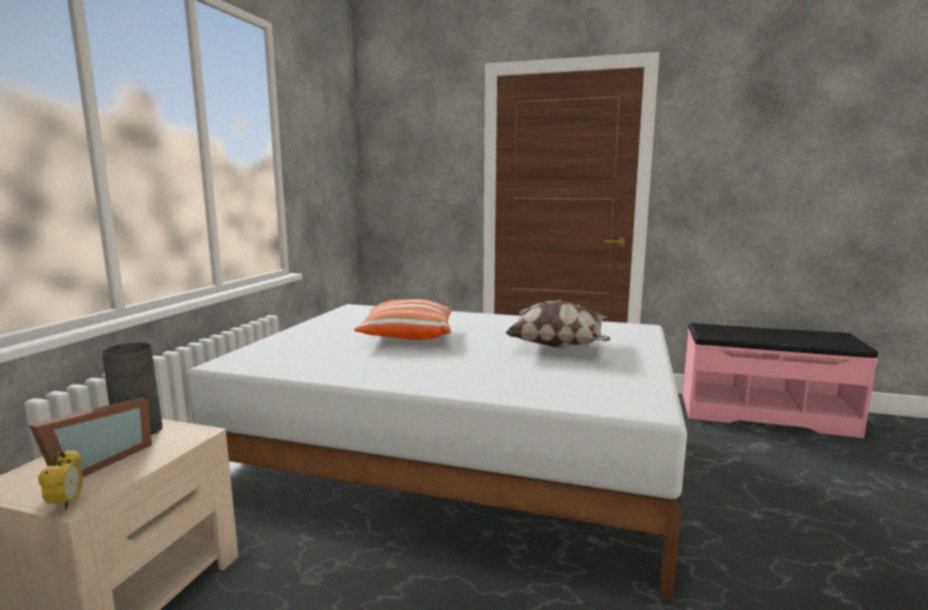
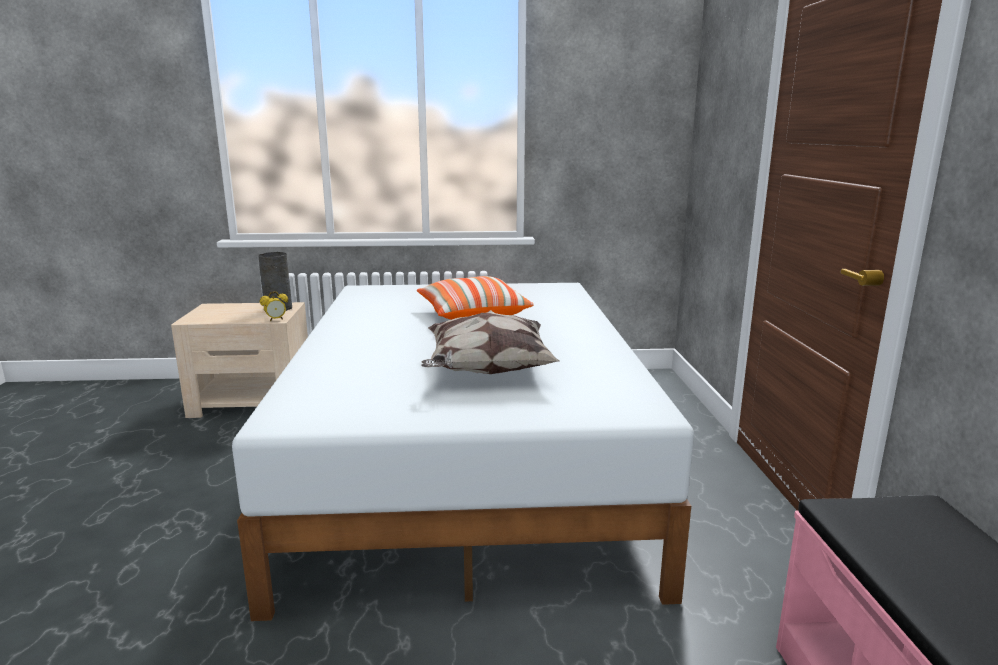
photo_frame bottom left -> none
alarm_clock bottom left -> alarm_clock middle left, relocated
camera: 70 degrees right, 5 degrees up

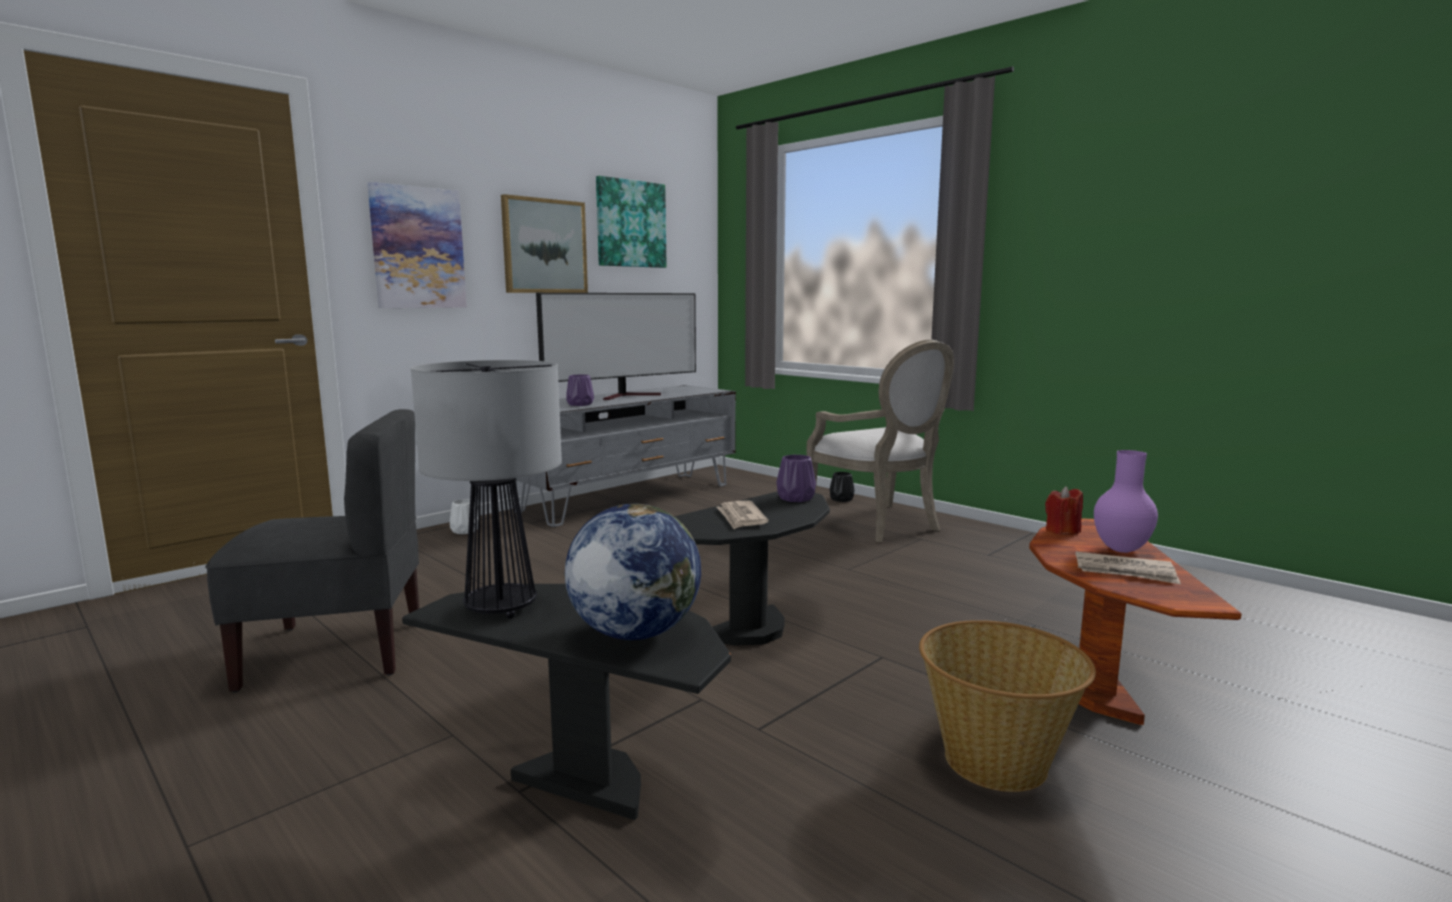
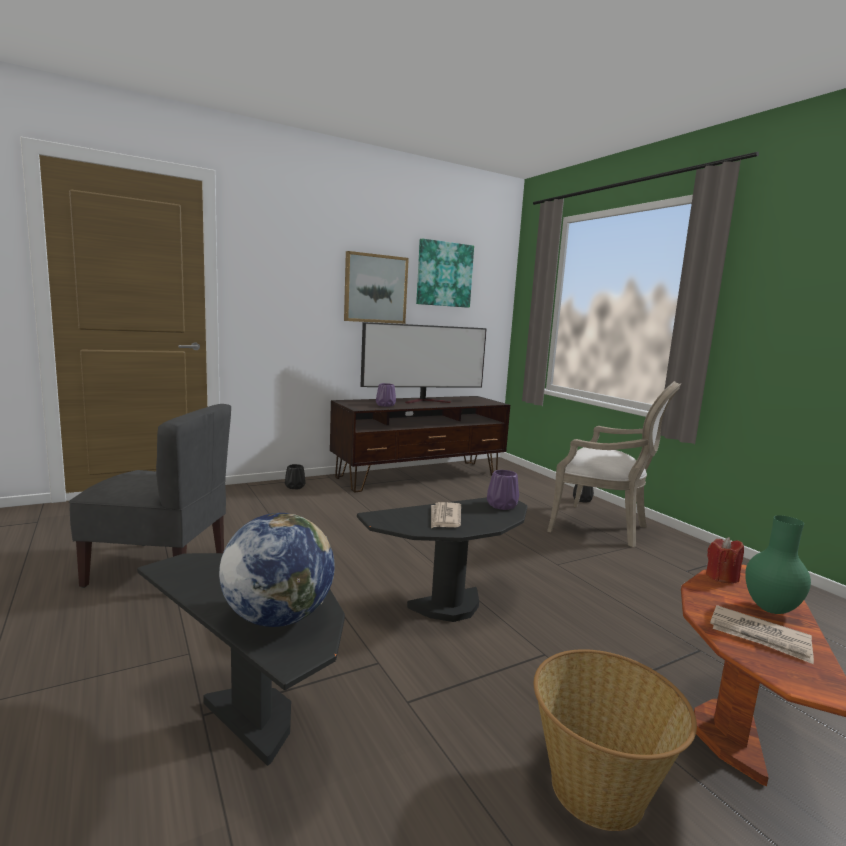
wall_art (no. 1 from left) top left -> none
table_lamp centre -> none
white_decorative_vase middle left -> black_decorative_vase (no. 1 from left) centre
greyish_tv_unit centre -> brown_tv_unit centre
easy_chair centre -> easy_chair middle right, 45 degrees counterclockwise
purplish_decorative_vase (no. 3 from left) middle right -> green_decorative_vase bottom right
camera: 15 degrees right, 0 degrees up

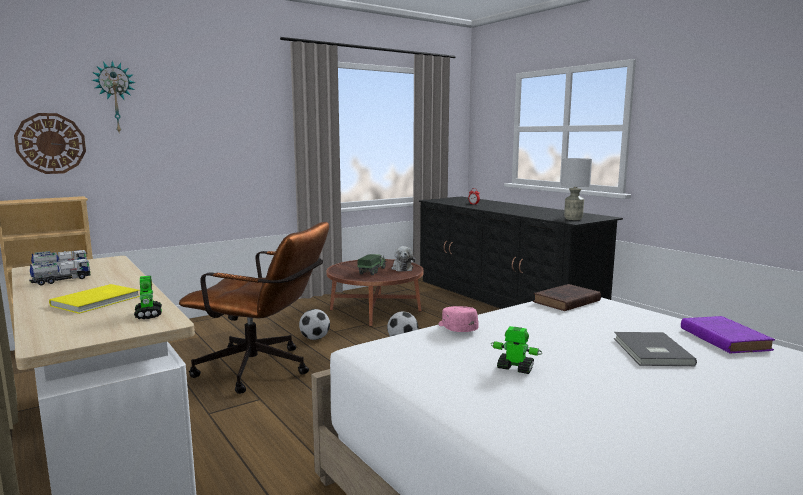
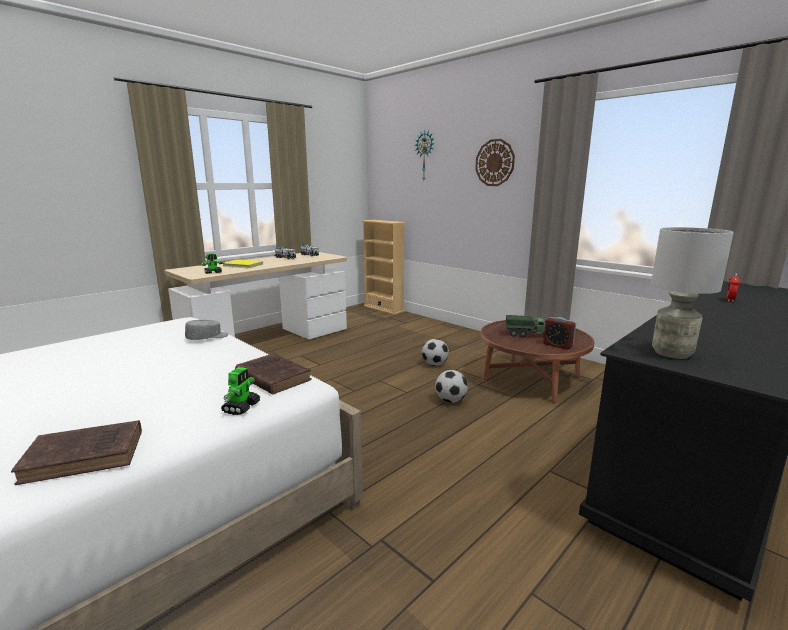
clock_on_the_wall (no. 1 from left in the first image) top left -> clock_on_the_wall (no. 2 from left) top centre, relocated
brown_computer_chair middle left -> none
plush_toy centre -> alarm_clock (no. 1 from left) middle right
pink_baseball_cap centre -> greyish_baseball_cap middle left
robot_figure (no. 2 from left) bottom centre -> robot_figure (no. 2 from left) middle left, relocated
greyish_bound_book bottom right -> none
purplish_bound_book bottom right -> brown_bound_book (no. 1 from left) bottom left
camera: 80 degrees right, 5 degrees up

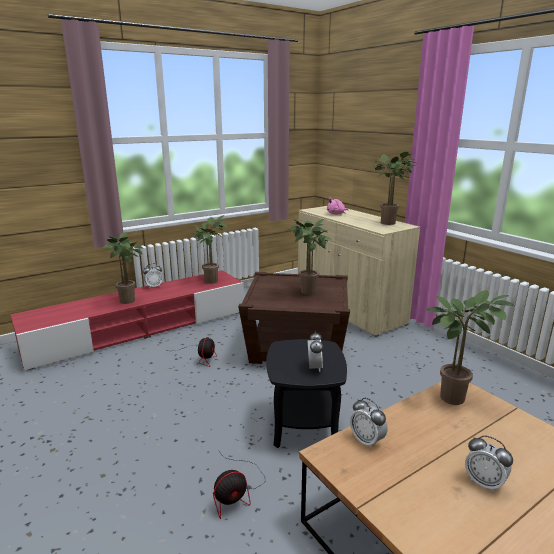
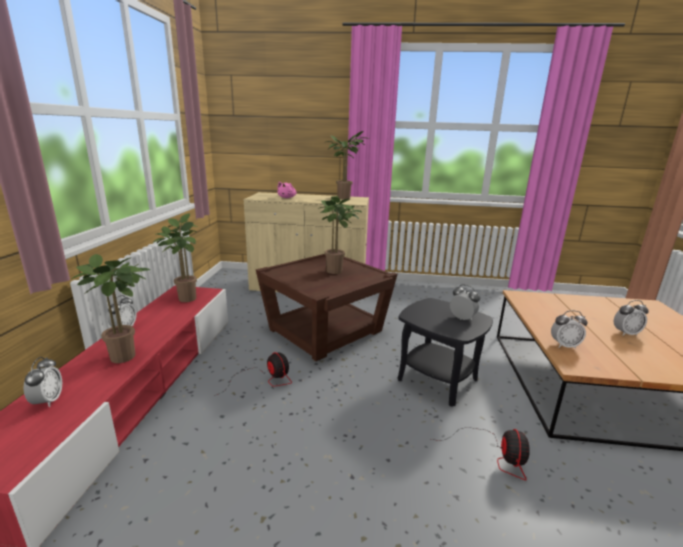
potted_plant (no. 5 from left) middle right -> none
none -> alarm_clock (no. 1 from left) bottom left
camera: 50 degrees left, 0 degrees up

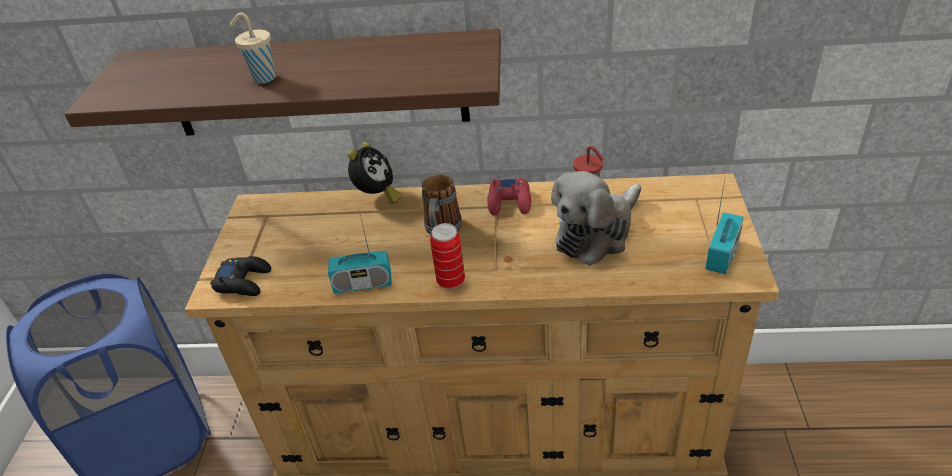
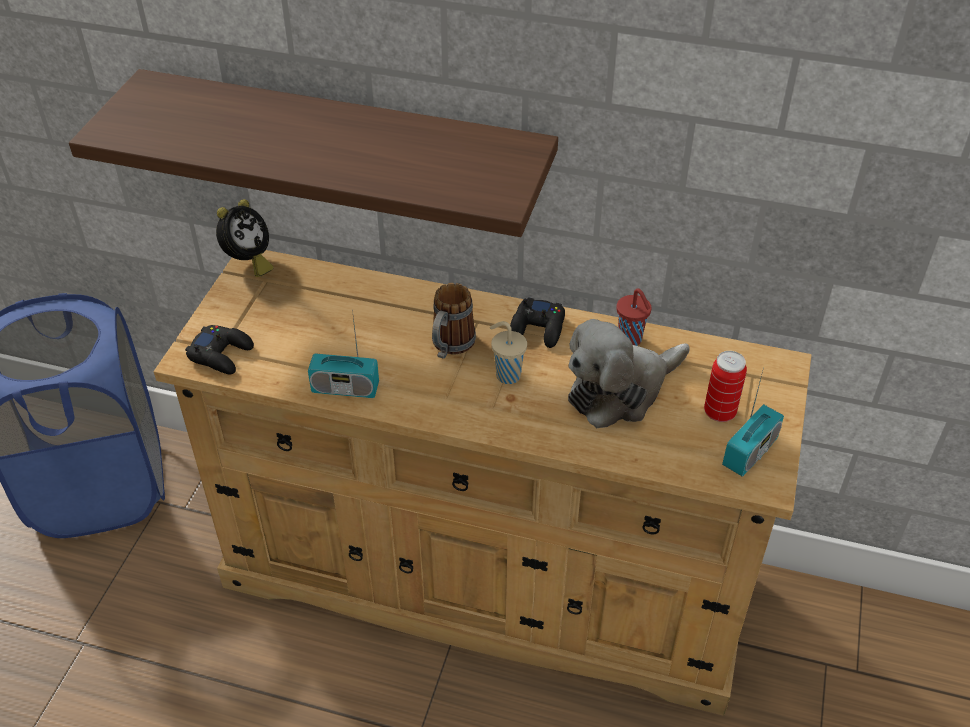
beige-coloured_cup top left -> beige-coloured_cup centre, relocated
alarm_clock centre -> alarm_clock top left, relocated
sealed_can centre -> sealed_can middle right, relocated
red-coloured_joypad centre -> black_joypad (no. 2 from left) centre
camera: 10 degrees right, 5 degrees up

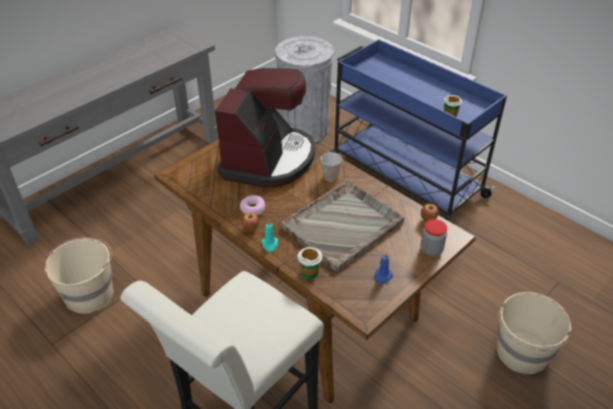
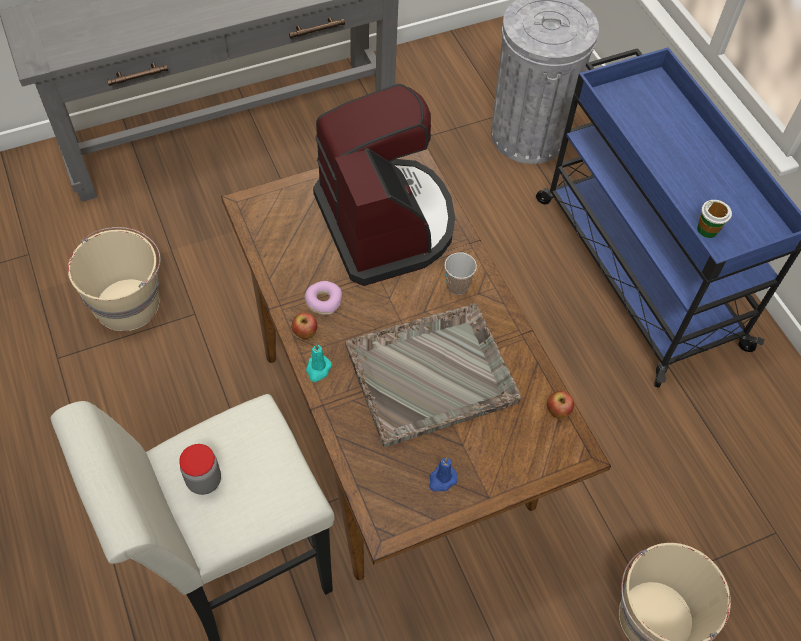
coffee_brewer top centre, 60 degrees counterclockwise
cup (no. 1 from left) centre -> none
jar middle right -> jar bottom left, relocated
camera: 20 degrees right, 15 degrees up

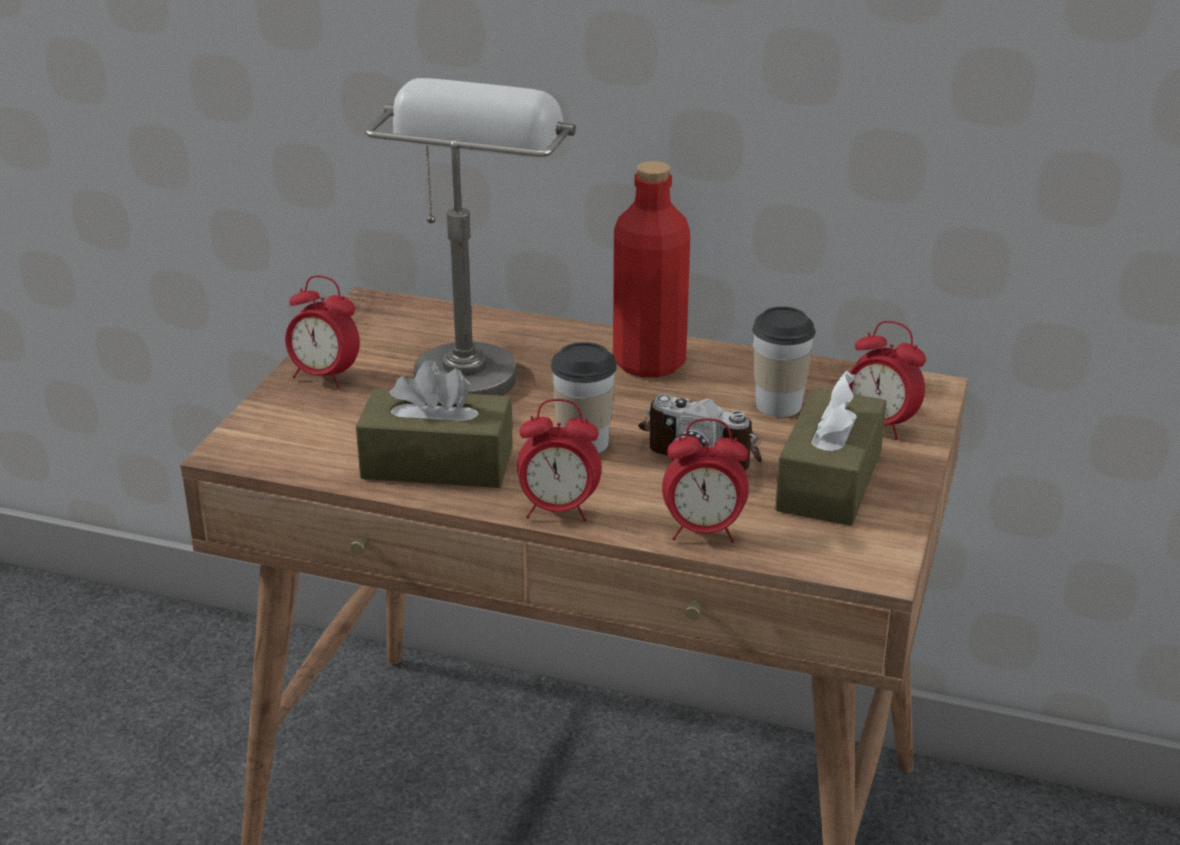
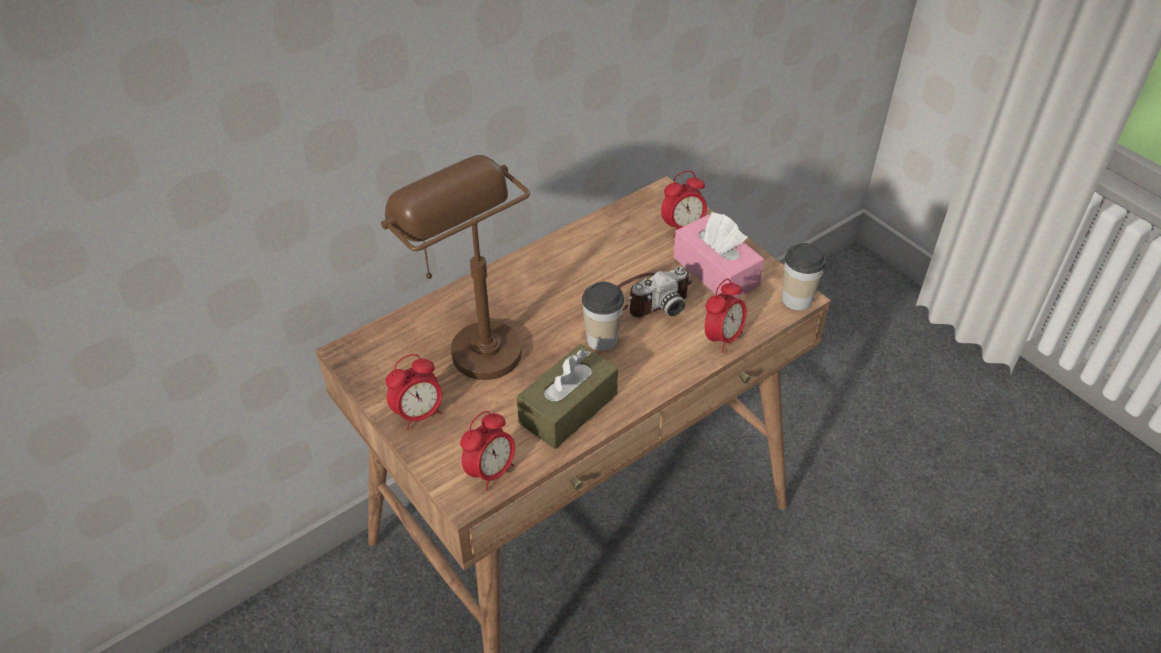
greyish_table_lamp top centre -> brown_table_lamp centre
alarm_clock (no. 2 from left) centre -> alarm_clock (no. 2 from left) bottom centre, relocated
red-coloured_drink_bottle top centre -> none
cup (no. 2 from left) centre -> cup (no. 2 from left) middle right, relocated
brown_box_of_tissues (no. 2 from left) middle right -> pink_box_of_tissues centre
camera: 55 degrees left, 15 degrees up

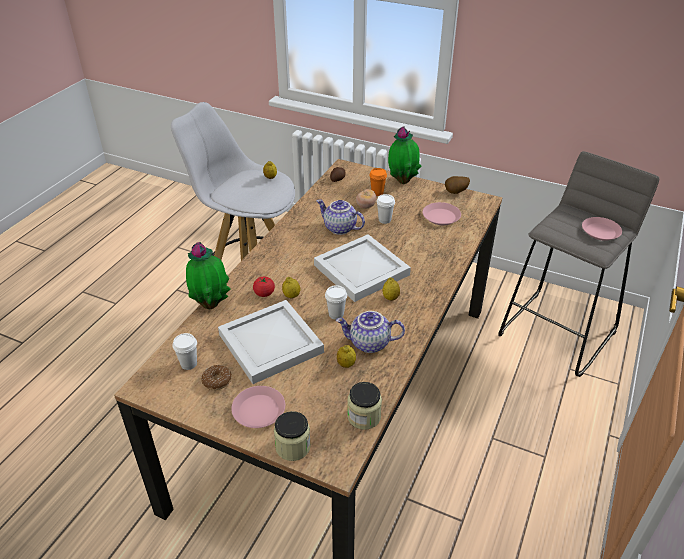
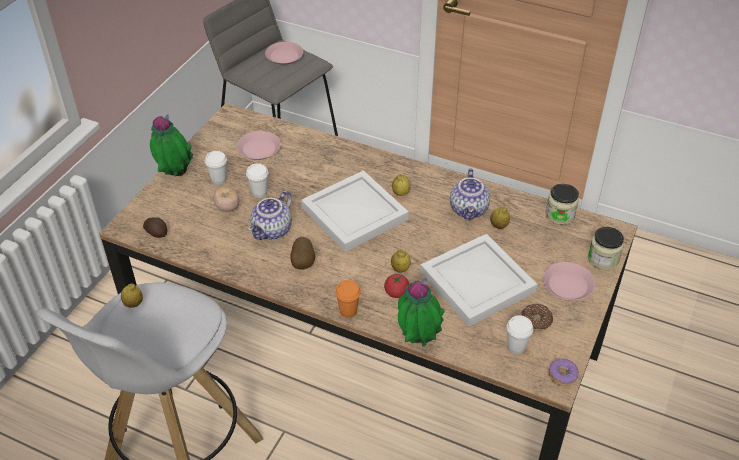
white_cup (no. 2 from left in the first image) centre -> white_cup (no. 1 from left) middle left, relocated
orange-coloured_cup top centre -> orange-coloured_cup centre, relocated
potato (no. 2 from left) top right -> potato (no. 2 from left) centre, relocated
none -> donut (no. 2 from left) bottom right
camera: 90 degrees left, 5 degrees up

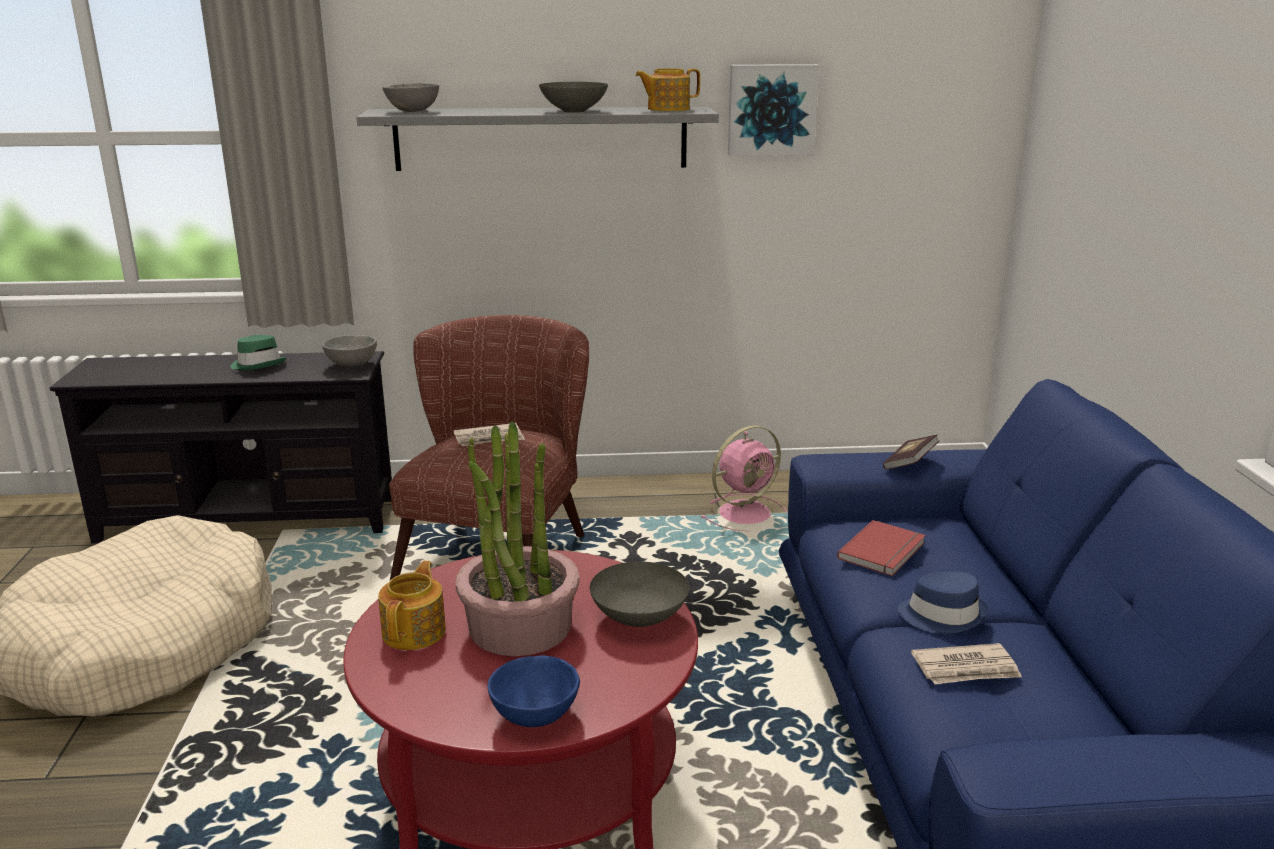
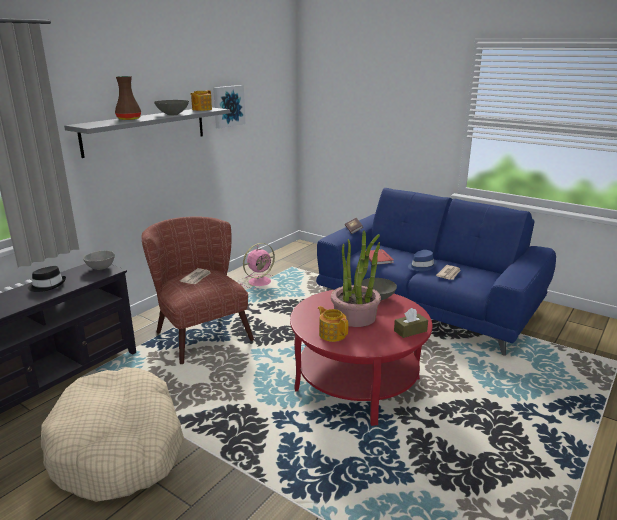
green_wearable_hat middle left -> black_wearable_hat middle left
greyish_deep_dish (no. 2 from left) top left -> none
blue_deep_dish bottom centre -> brown_box_of_tissues centre
pink_fan centre, 45 degrees clockwise
none -> brown_decorative_vase top left
camera: 50 degrees left, 0 degrees up

